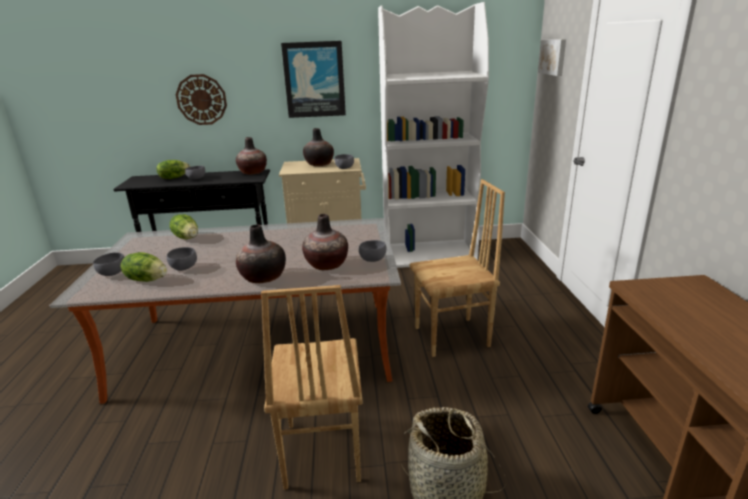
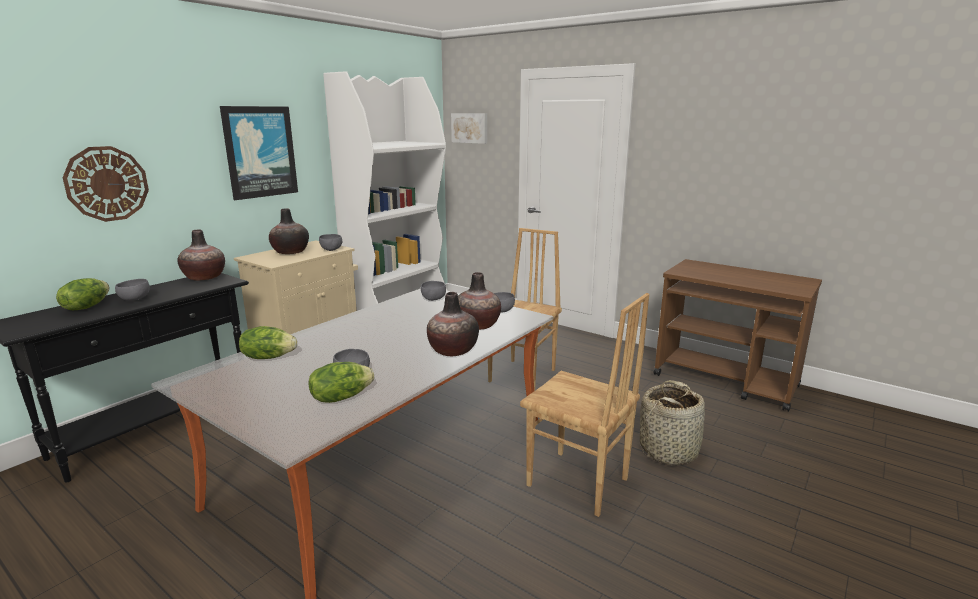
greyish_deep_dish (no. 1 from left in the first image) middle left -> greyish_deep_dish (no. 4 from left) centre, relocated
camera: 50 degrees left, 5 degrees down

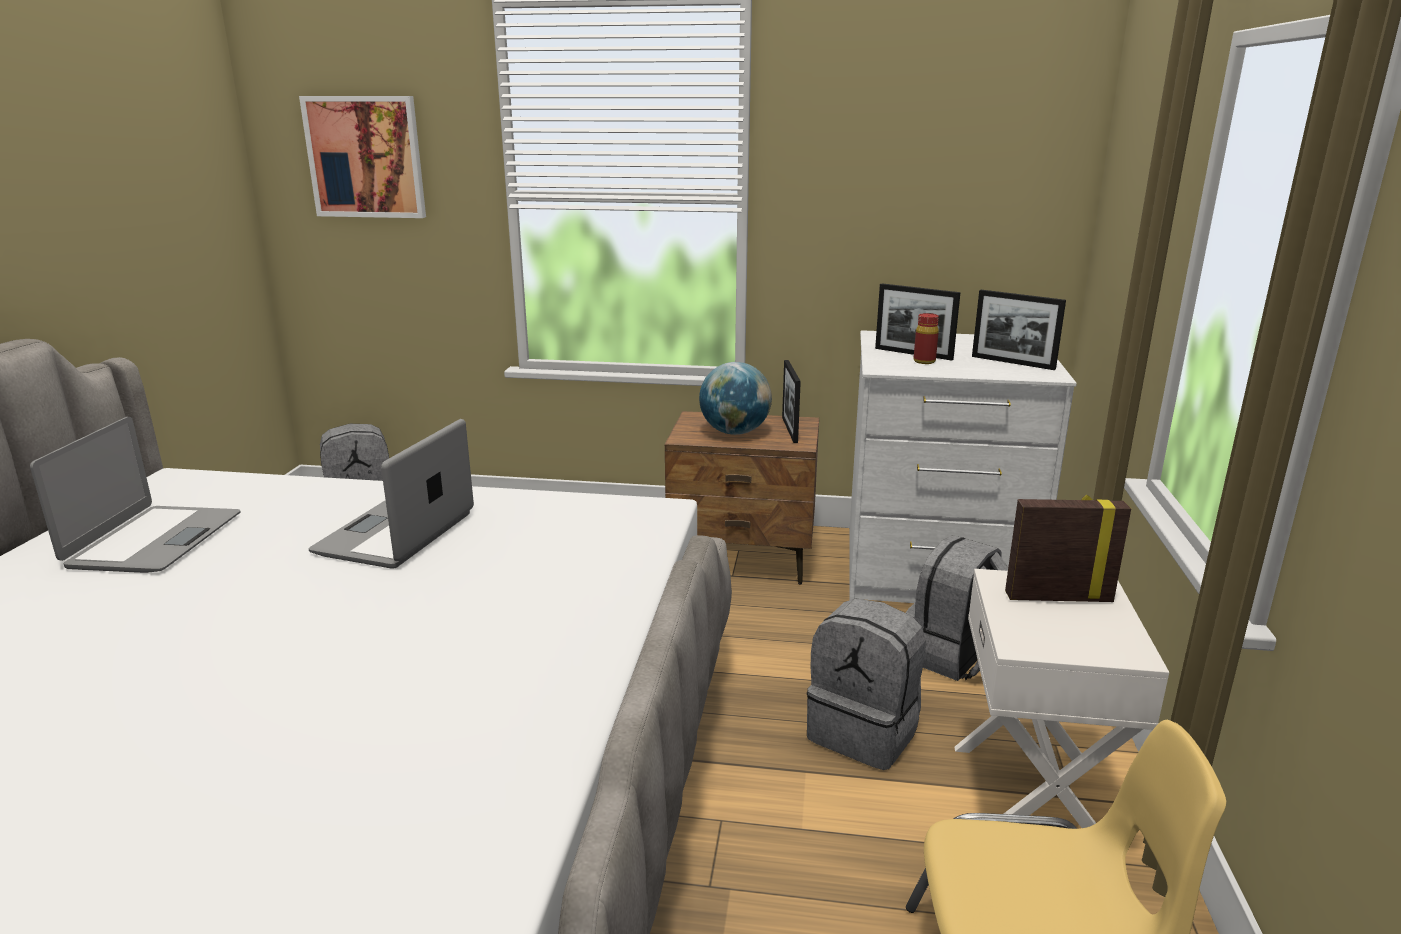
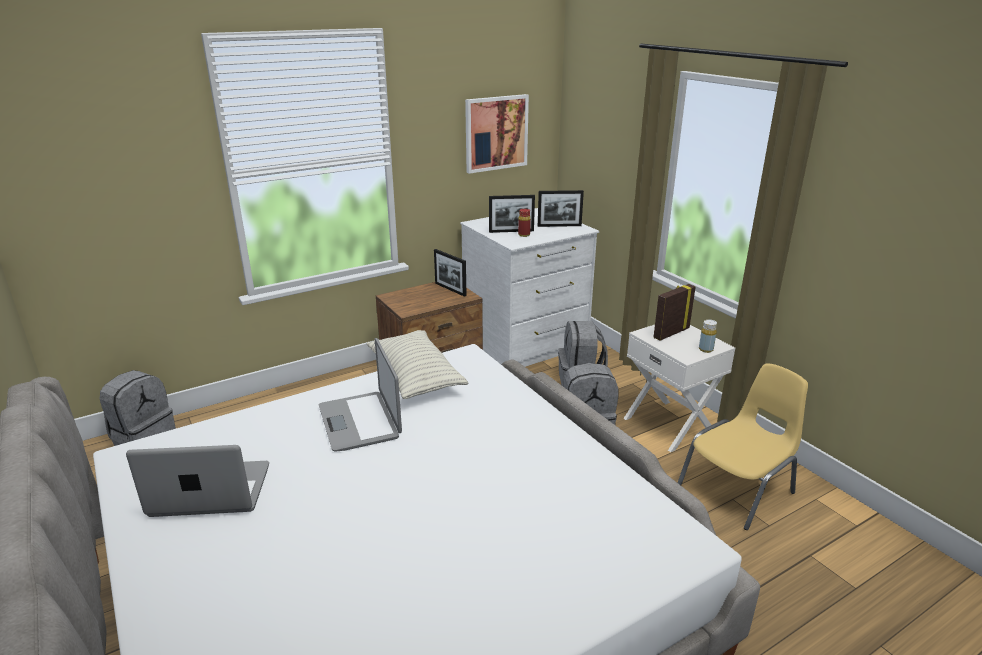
portable_computer (no. 1 from left) middle left -> portable_computer (no. 1 from left) bottom left, 60 degrees counterclockwise
wall_art top left -> wall_art top centre, relocated
globe centre -> none
none -> pillow centre
none -> yellow-coloured_drink_bottle middle right
camera: 40 degrees left, 5 degrees up

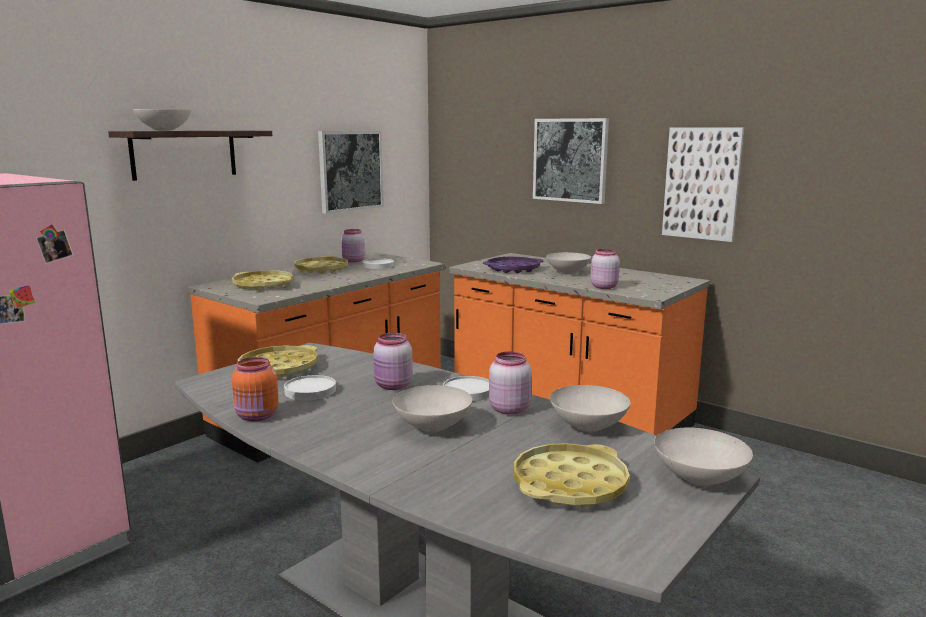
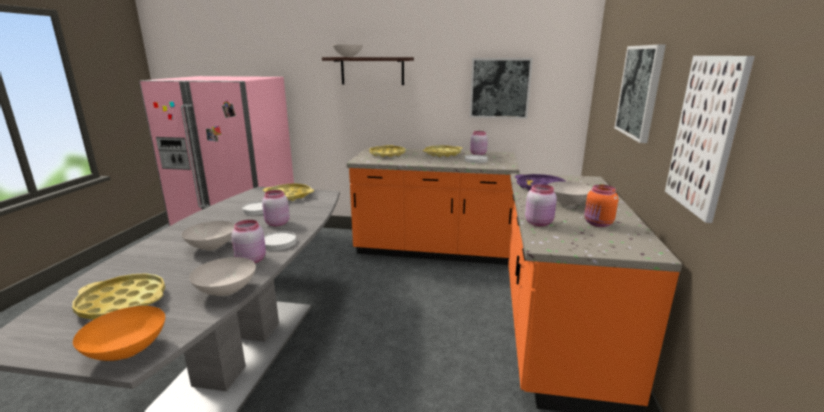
orange-coloured_jar middle left -> orange-coloured_jar middle right, relocated
white_deep_dish (no. 5 from left) bottom right -> orange-coloured_deep_dish bottom left
camera: 60 degrees right, 5 degrees up

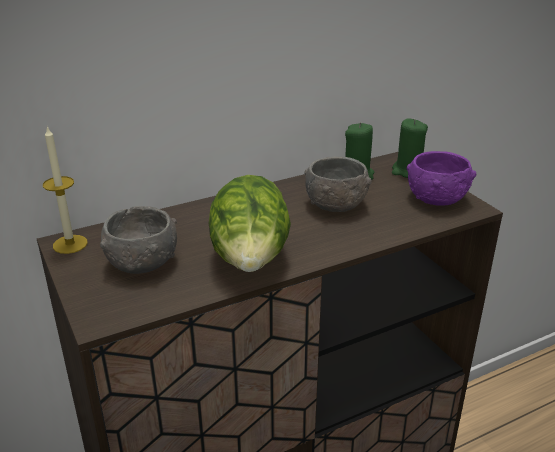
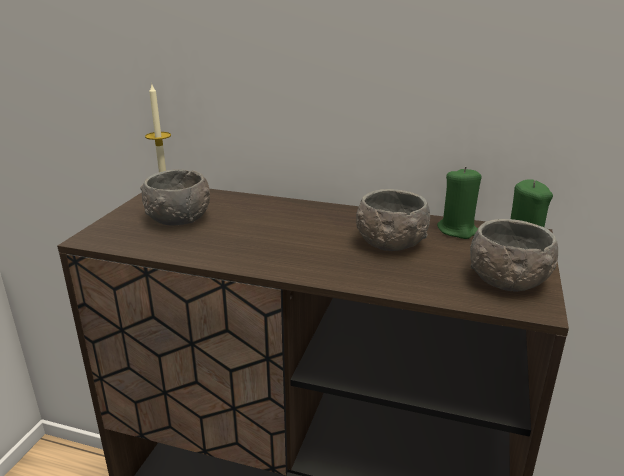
head_of_lettuce centre -> none
purplish_deep_dish middle right -> greyish_deep_dish (no. 3 from left) middle right
camera: 45 degrees right, 5 degrees down

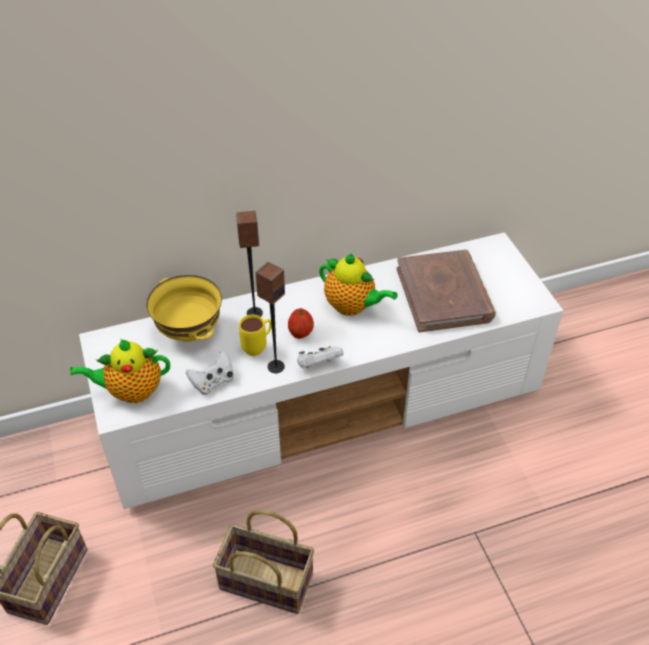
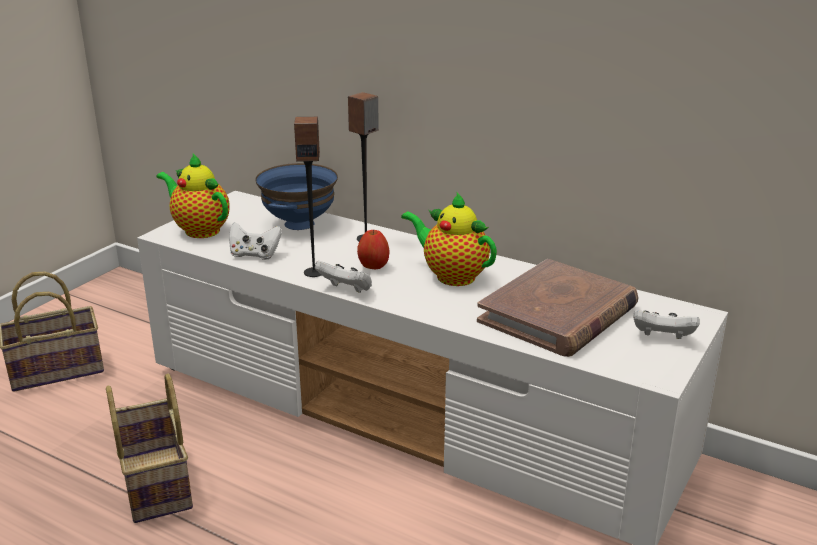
yellow-coloured_deep_dish middle left -> blue_deep_dish centre
yellow-coloured_tea_mug centre -> none
pot_for_tea (no. 2 from left) centre, 135 degrees clockwise
none -> white_joypad (no. 3 from left) middle right
camera: 50 degrees right, 20 degrees down

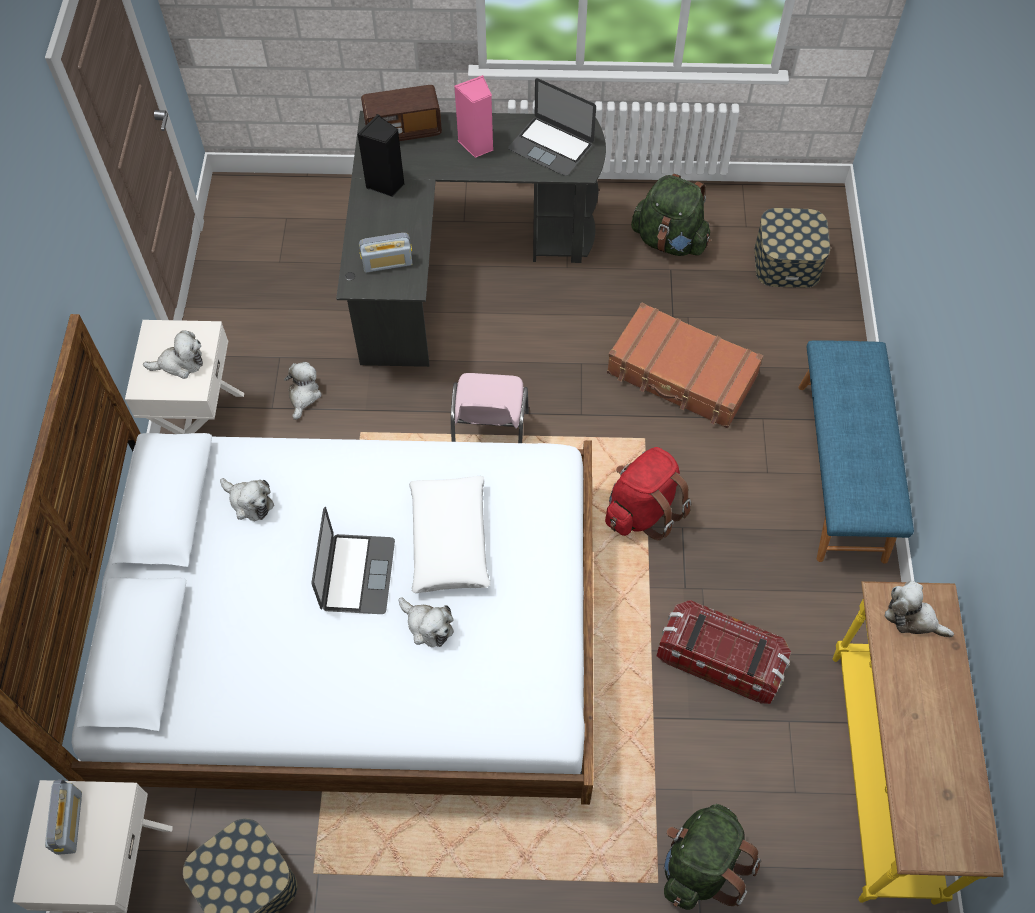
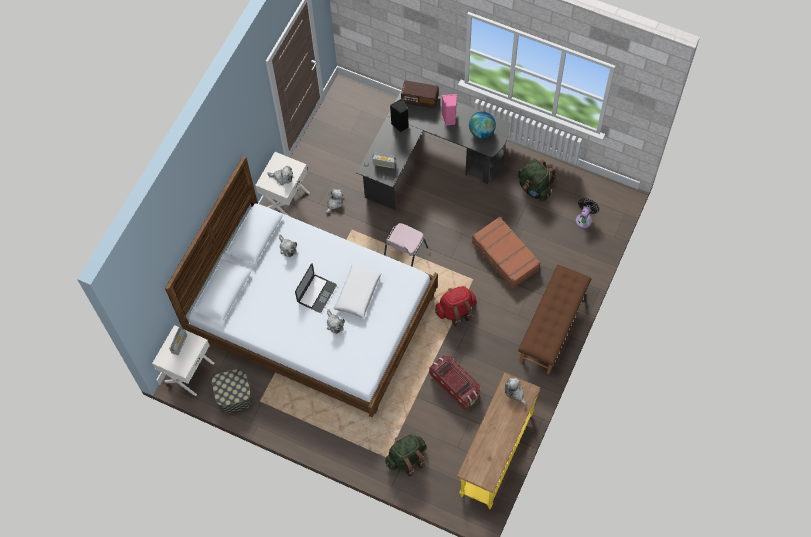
portable_computer (no. 2 from left) top centre -> globe top centre
storage_bin (no. 3 from left) top right -> black_fan middle right
blue_indoor_bench middle right -> brown_indoor_bench middle right
camera: 25 degrees right, 5 degrees up

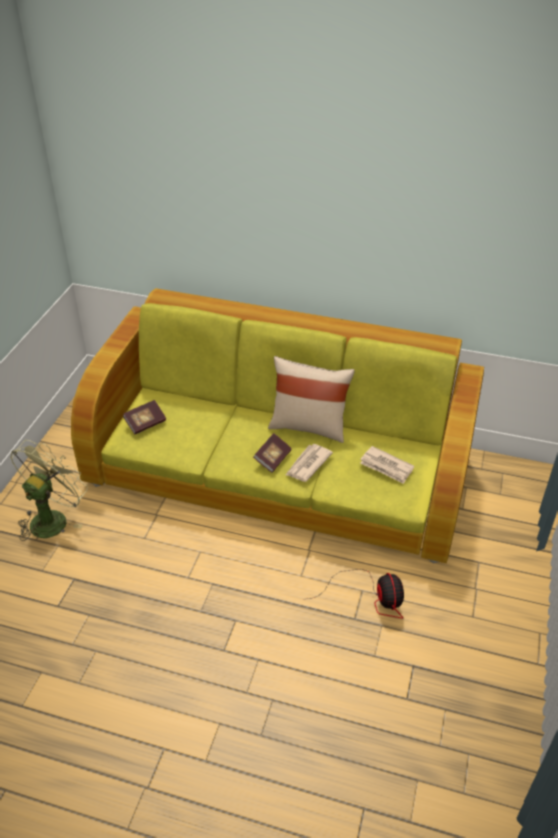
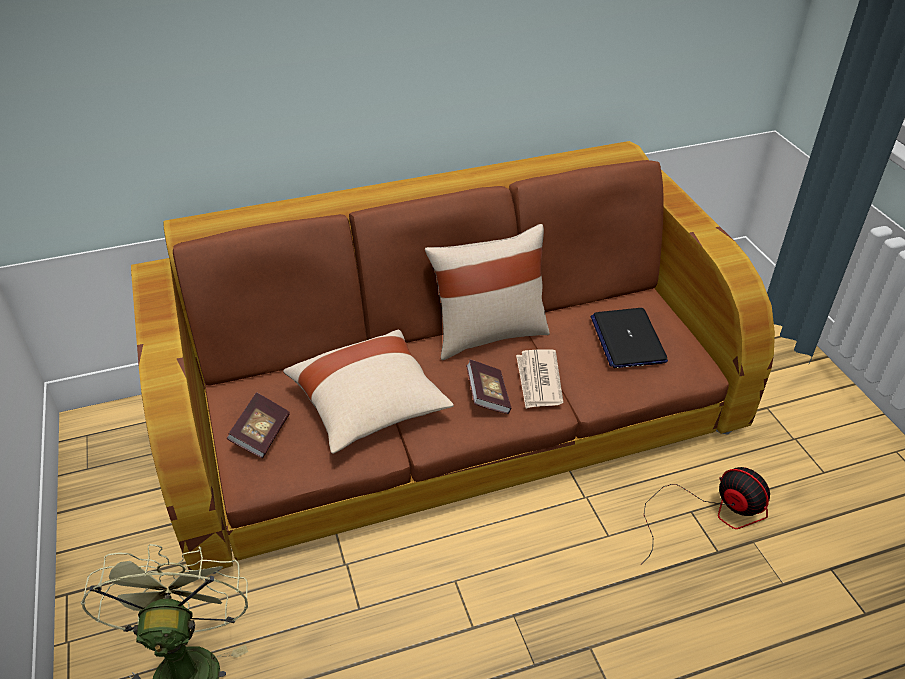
green_couch centre -> brown_couch centre
newspaper (no. 2 from left) middle right -> portable_computer middle right
none -> beige-coloured_pillow (no. 1 from left) centre
camera: 35 degrees left, 0 degrees up

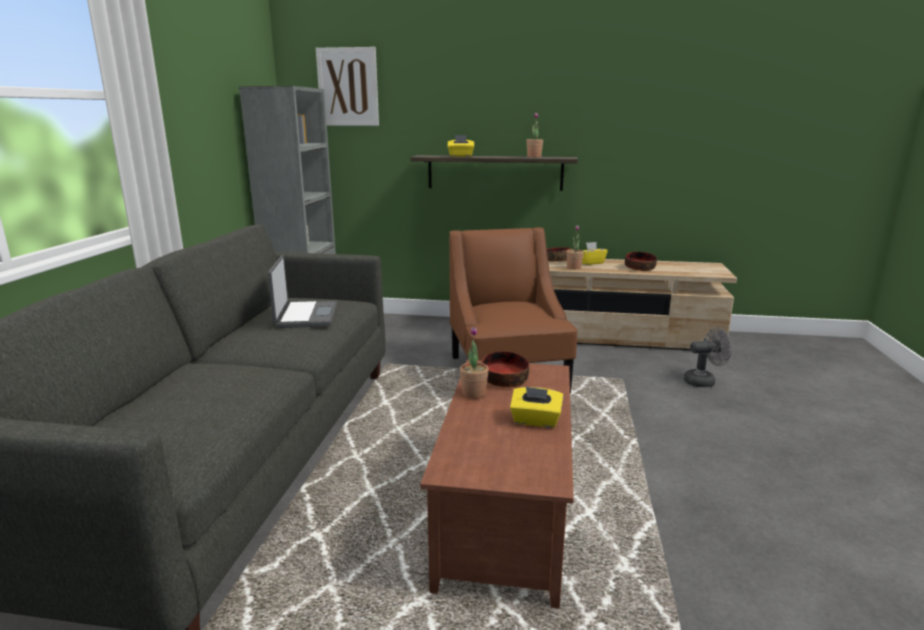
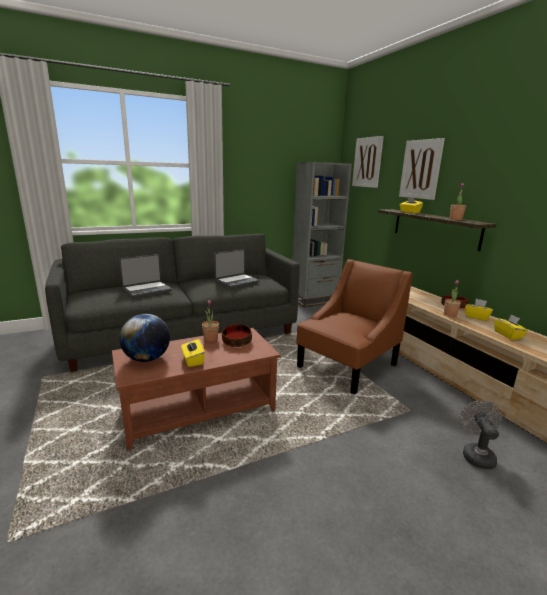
deep_dish (no. 3 from left) middle right -> yellow-coloured_box_of_tissues (no. 4 from left) middle right
greyish_fan middle right -> greyish_fan bottom right, 135 degrees counterclockwise
none -> portable_computer (no. 1 from left) middle left
none -> globe middle left
none -> wall_art (no. 2 from left) top right
camera: 55 degrees right, 0 degrees up

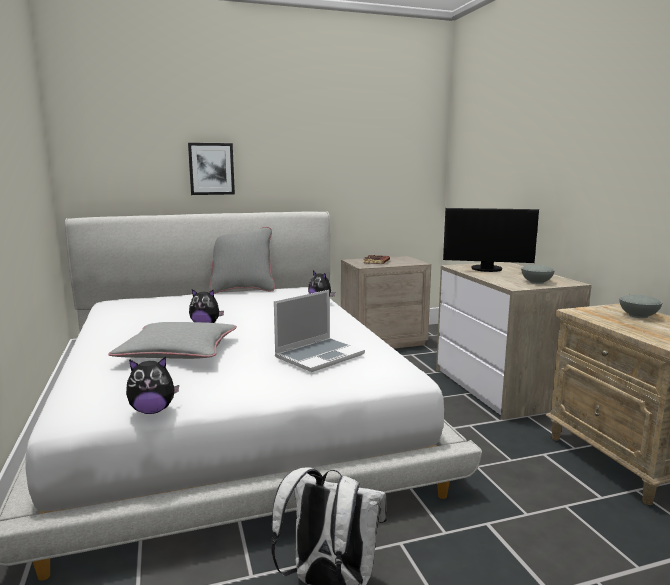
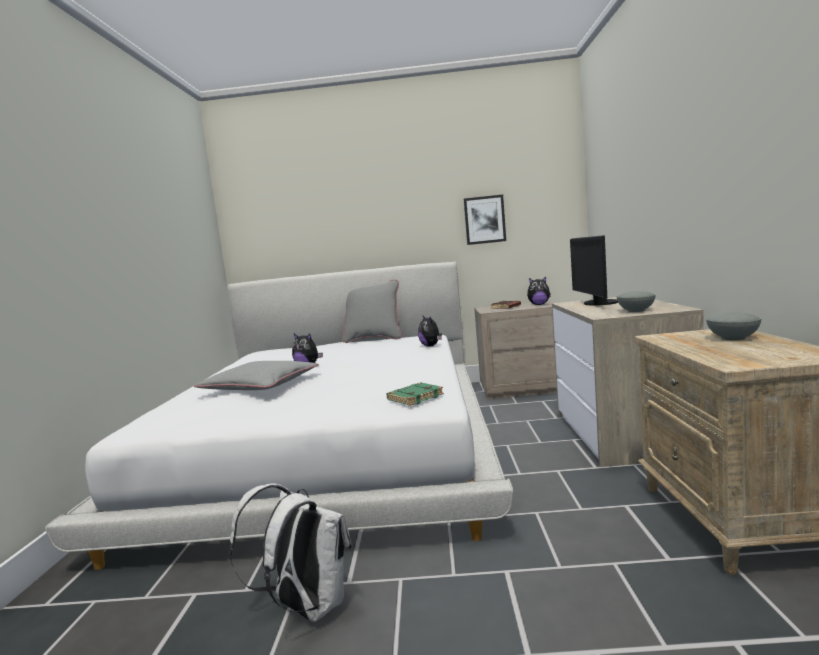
plush_toy (no. 1 from left in the first image) middle left -> plush_toy (no. 3 from left) centre, relocated
wall_art top left -> wall_art centre, relocated
portable_computer centre -> none
computer_screen middle right, 60 degrees clockwise
none -> green_bound_book centre
camera: 20 degrees right, 5 degrees down

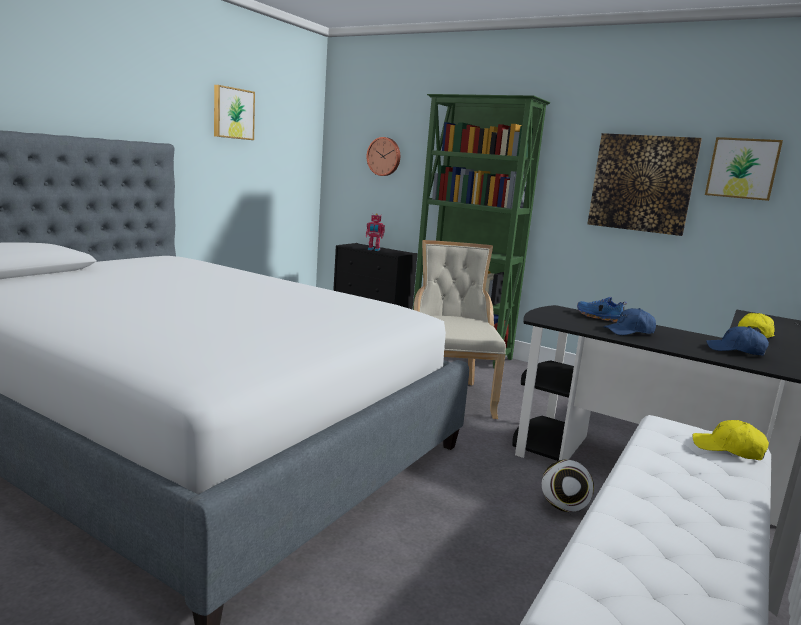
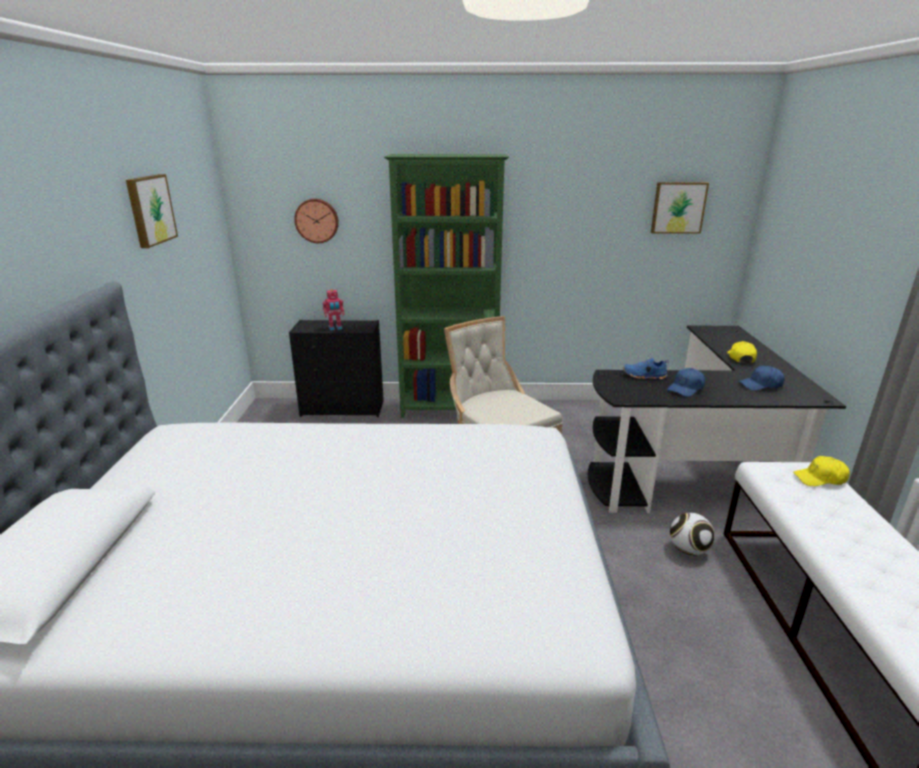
wall_art (no. 2 from left) top right -> none
camera: 30 degrees left, 10 degrees up

